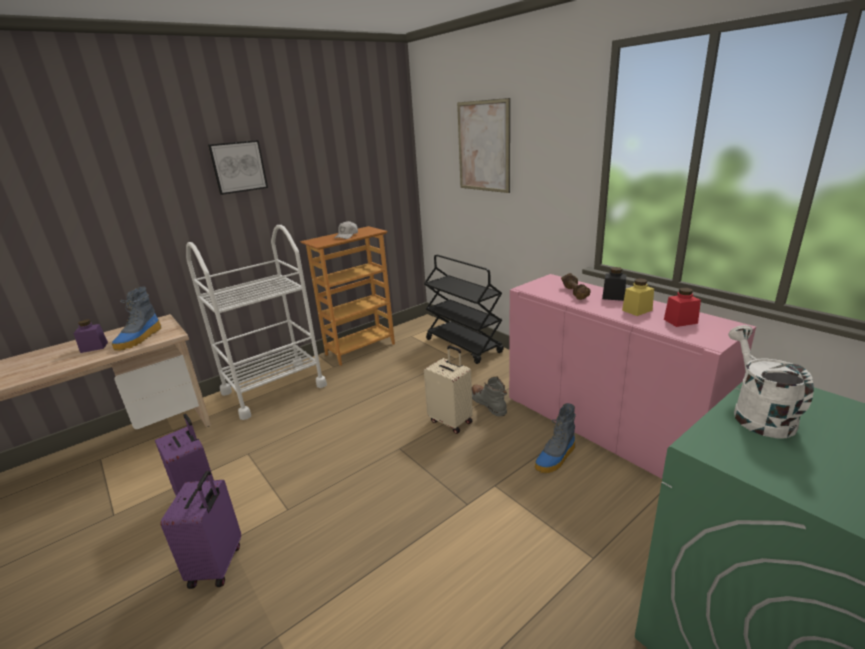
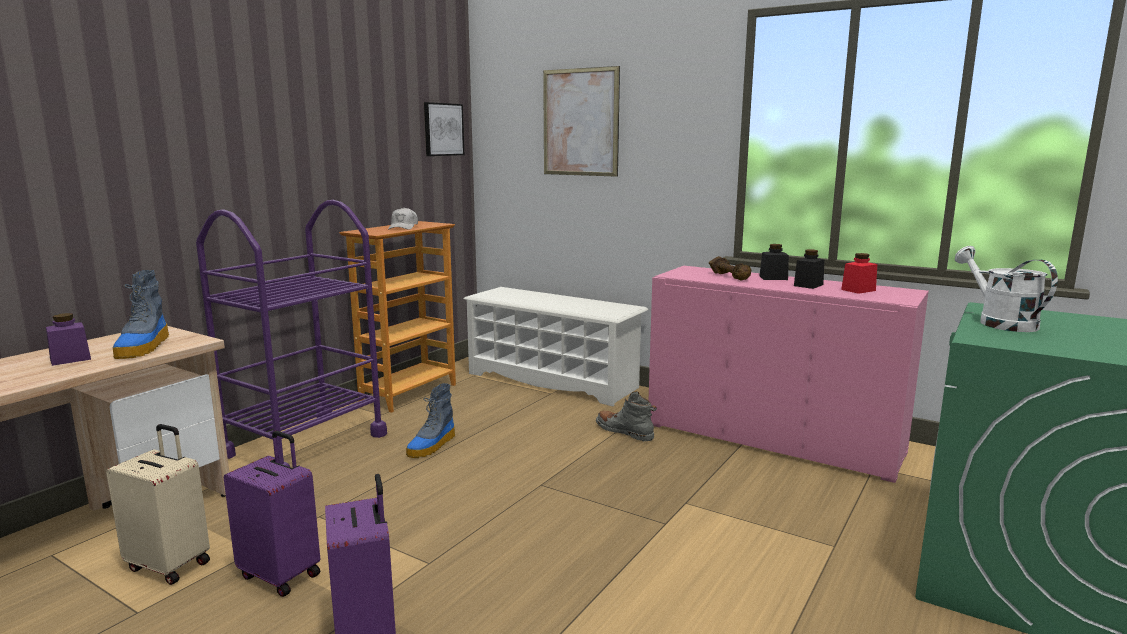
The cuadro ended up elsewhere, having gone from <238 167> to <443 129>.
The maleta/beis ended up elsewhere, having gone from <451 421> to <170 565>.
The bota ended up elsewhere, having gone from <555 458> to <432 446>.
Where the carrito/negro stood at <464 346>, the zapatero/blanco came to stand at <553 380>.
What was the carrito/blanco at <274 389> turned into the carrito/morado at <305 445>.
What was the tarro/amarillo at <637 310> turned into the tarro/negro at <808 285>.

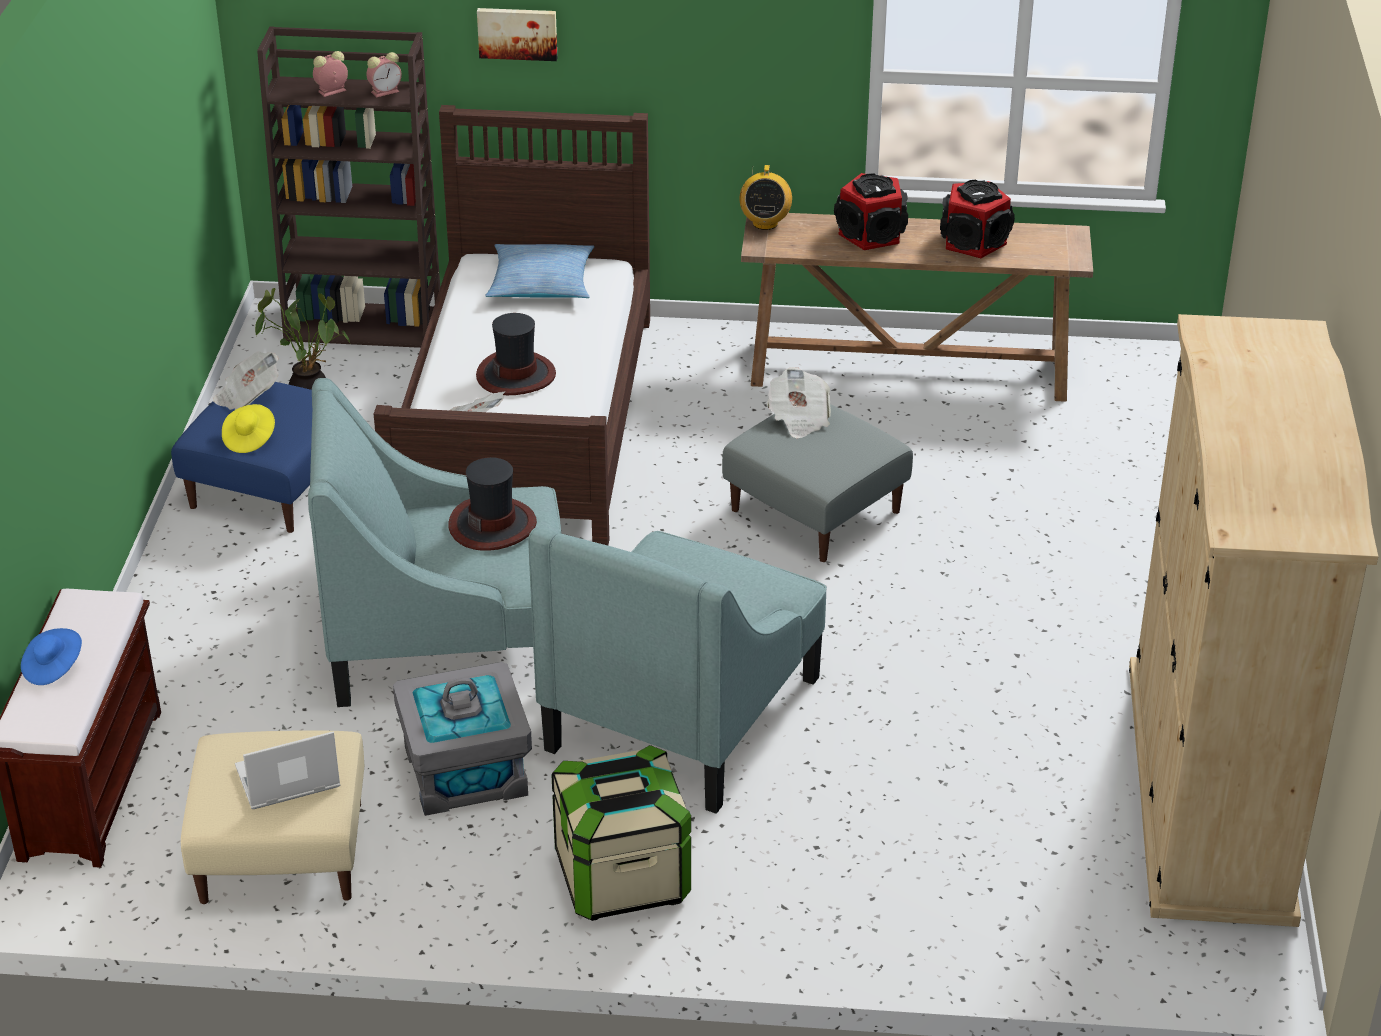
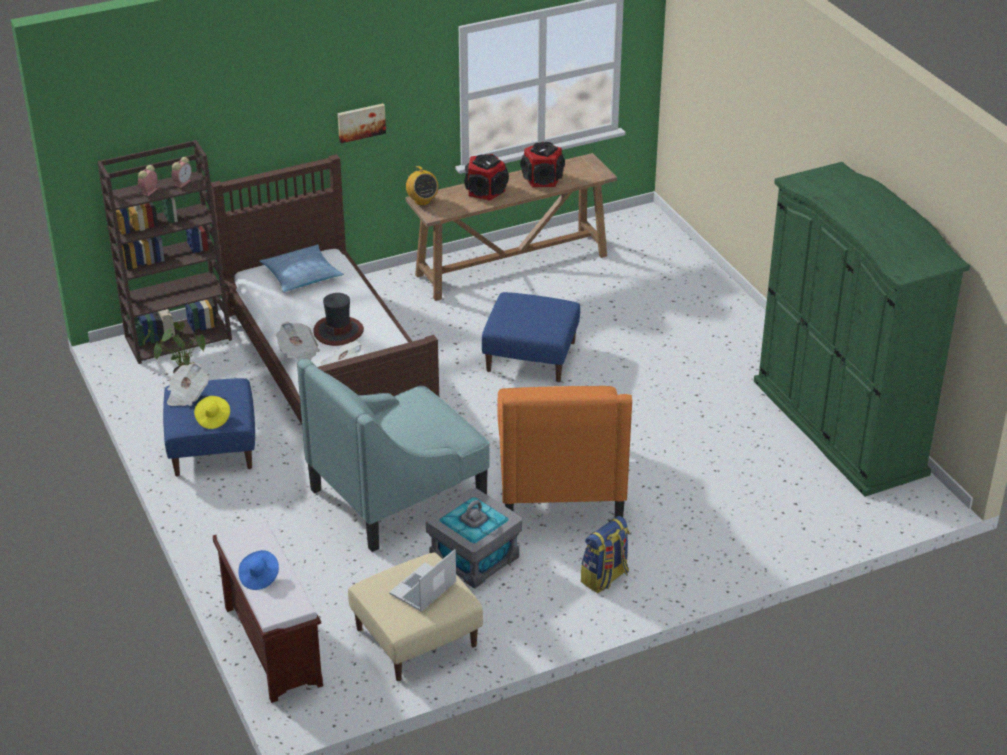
The second view lost the sombrero at <493 524>.
The cuadro ended up elsewhere, having gone from <517 33> to <361 122>.
The periódico ended up elsewhere, having gone from <799 418> to <298 352>.
Where the caja de almacenaje stood at <622 878>, the mochila came to stand at <605 578>.
What was the sillón/turquesa at <684 712> turned into the sillón/naranja at <559 484>.
What was the puf/gris at <816 511> turned into the puf/azul at <531 356>.
What was the armario ropero/beis at <1209 789> turned into the armario ropero/verde at <839 426>.

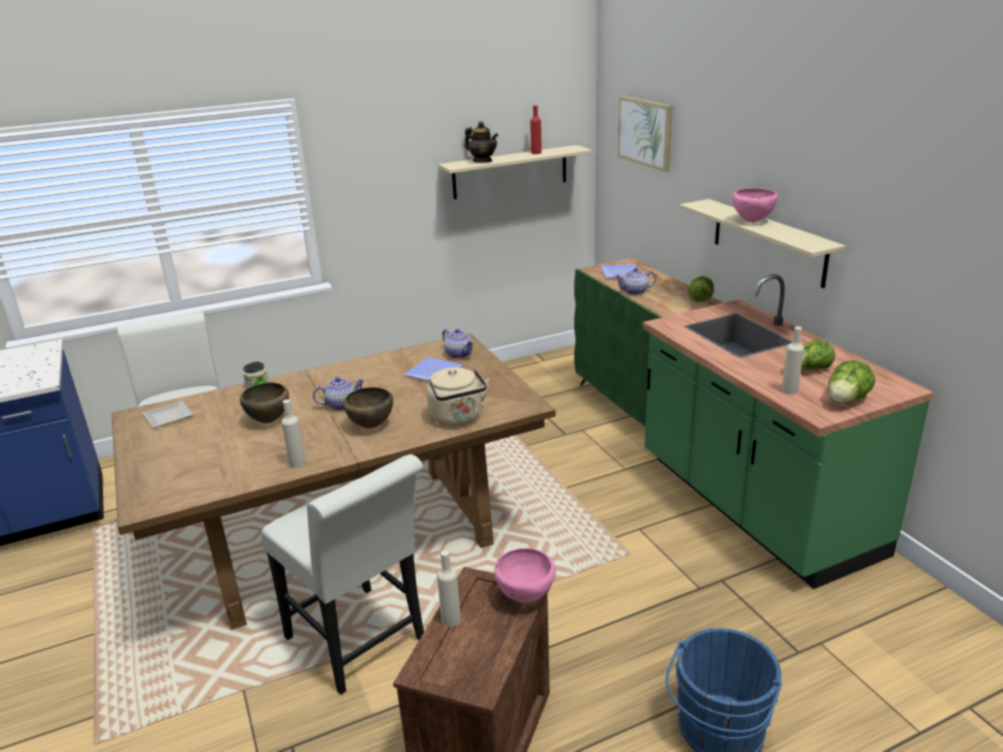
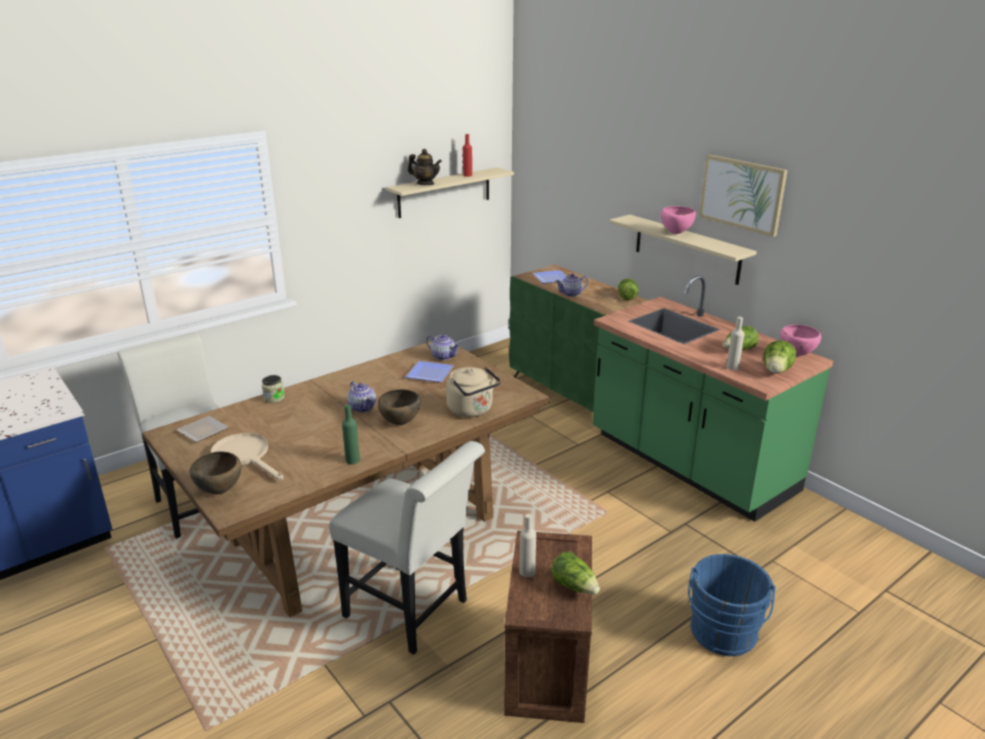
The second view gained the sartén/beis at <245 456>.
The second view gained the lechuga at <574 586>.
The cuenco/marrón ended up elsewhere, having gone from <269 420> to <220 491>.
The cuenco/rosa ended up elsewhere, having gone from <524 597> to <796 355>.
The cuadro ended up elsewhere, having gone from <645 132> to <742 194>.
What was the botella/beis at <297 463> turned into the botella/verde at <352 460>.
The tetera at <341 405> ended up facing another way, 90 degrees clockwise from before.

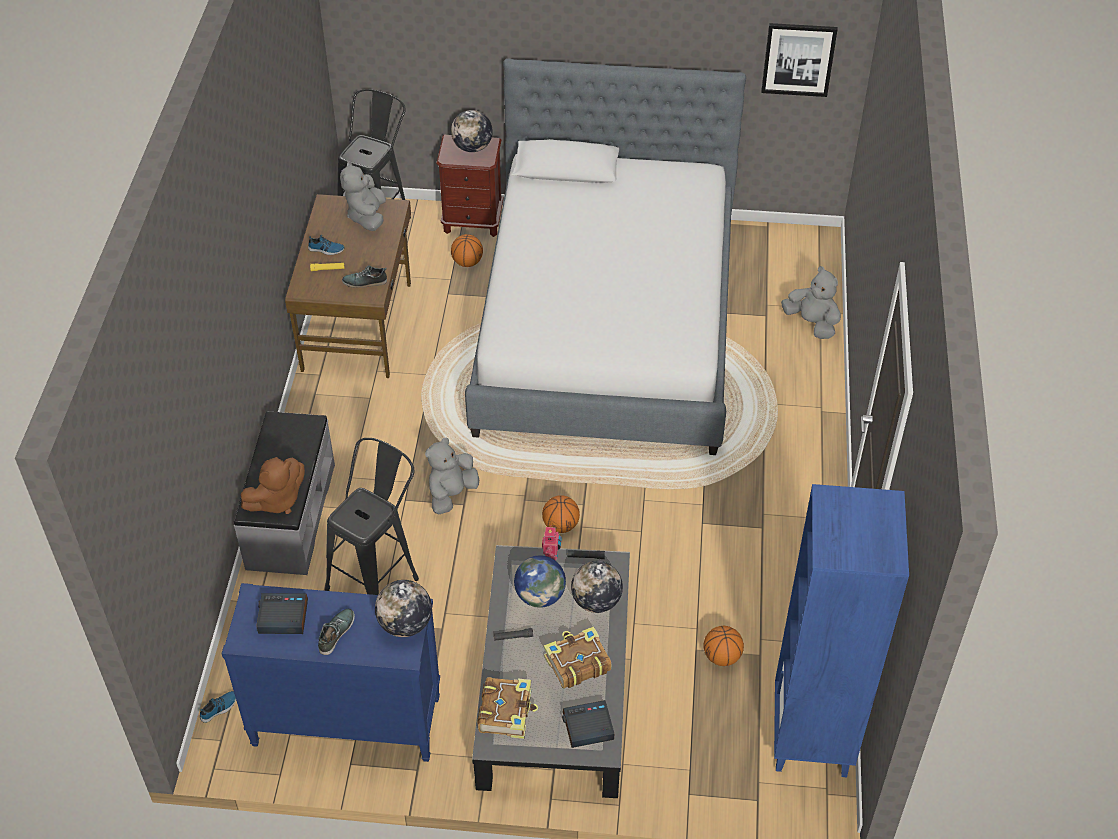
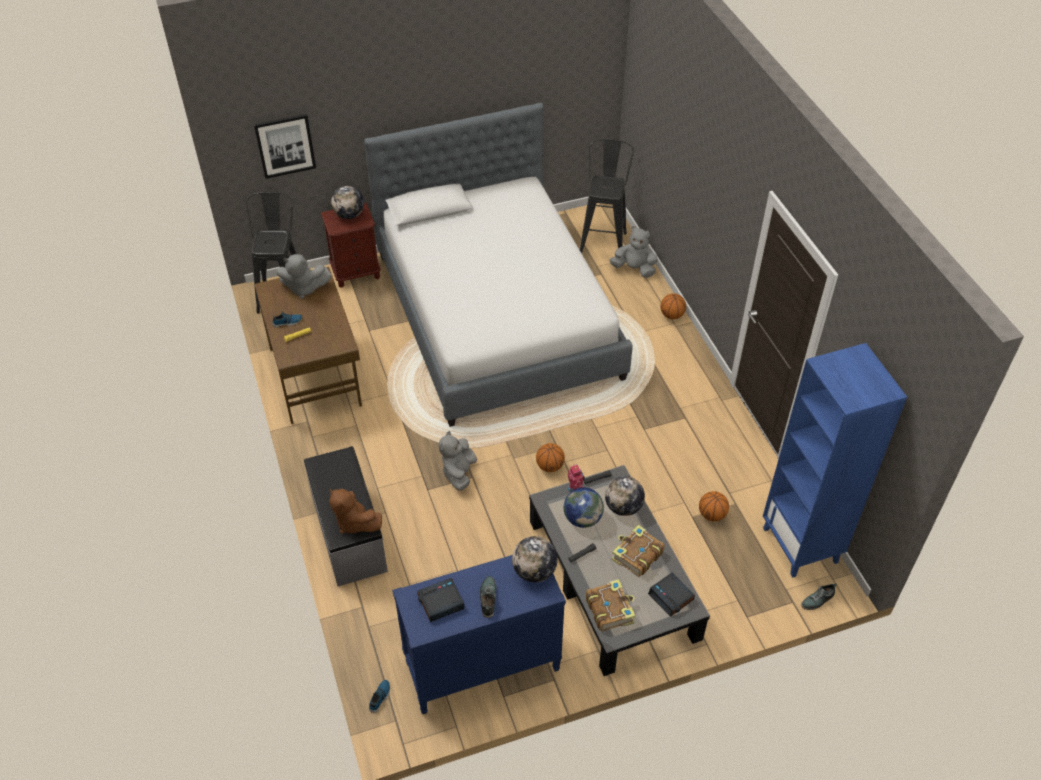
The taburete/negro ended up elsewhere, having gone from <378 578> to <604 239>.
The zapato ended up elsewhere, having gone from <365 282> to <818 600>.
The balón de baloncesto ended up elsewhere, having gone from <467 262> to <672 315>.
The cuadro ended up elsewhere, having gone from <798 59> to <285 145>.
The peluche/marrón at <277 500> ended up facing another way, 105 degrees clockwise from before.
The peluche/gris at <367 216> ended up facing another way, 60 degrees counterclockwise from before.
The despertador at <587 727> ended up facing another way, 90 degrees counterclockwise from before.

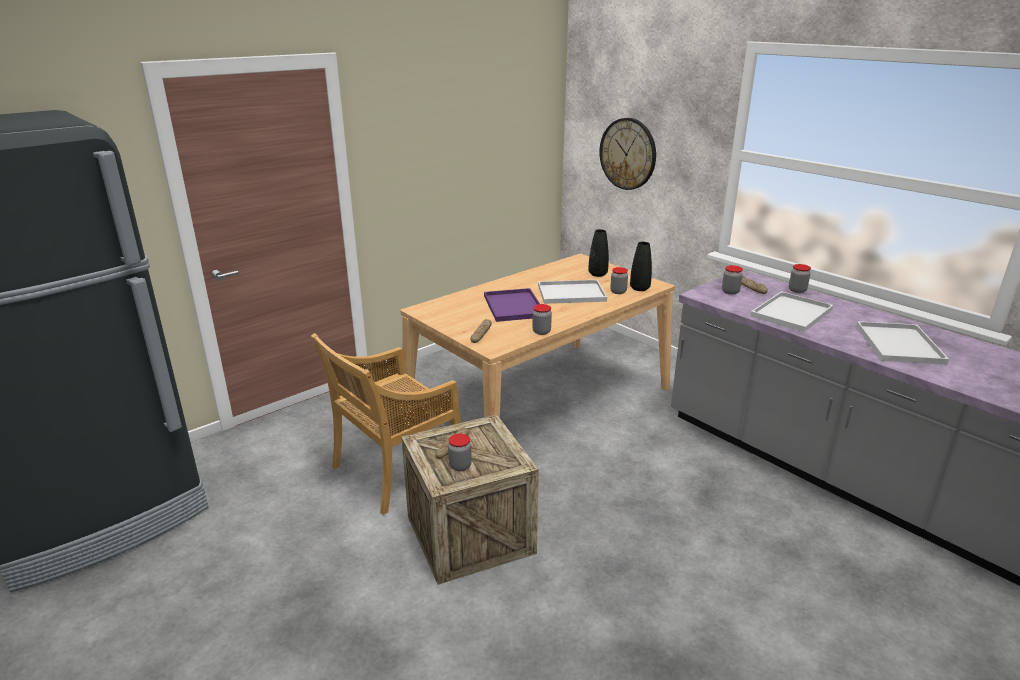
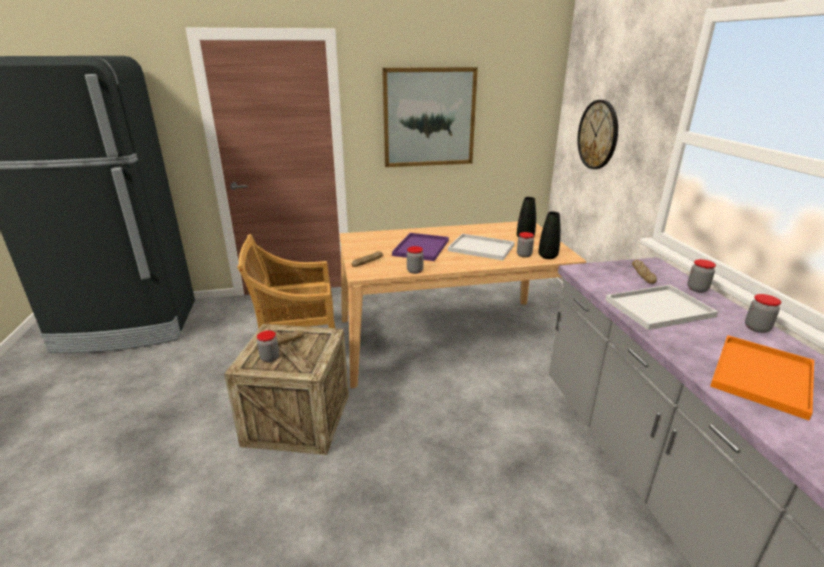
The second view gained the cuadro at <429 118>.
The tarro ended up elsewhere, having gone from <730 292> to <757 328>.
What was the bandeja/blanco at <900 345> turned into the bandeja/naranja at <763 377>.

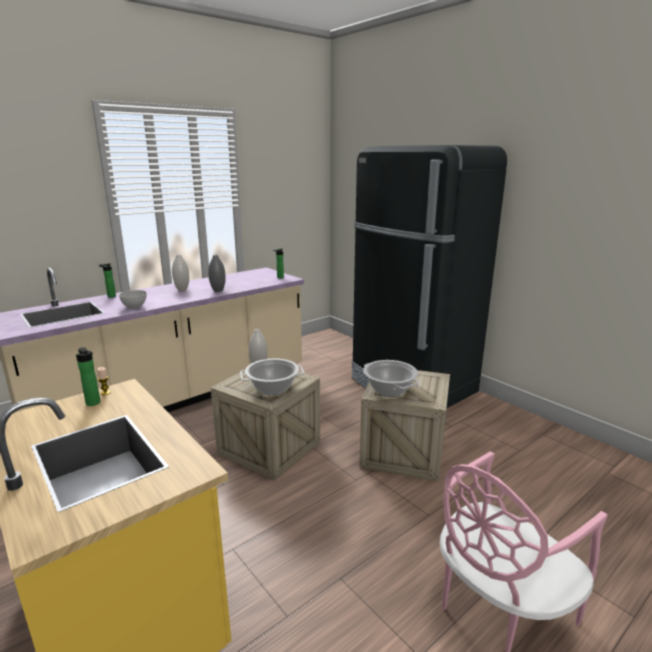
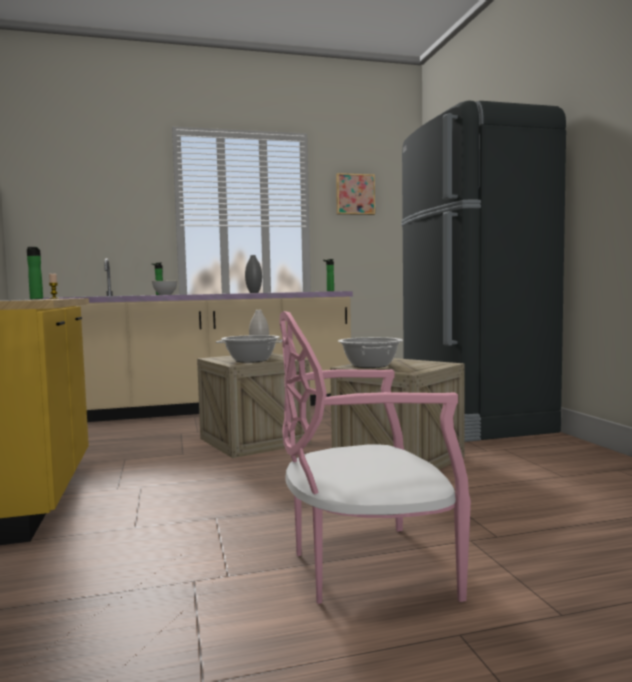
The second view lost the florero/blanco at <182 290>.
The second view gained the cuadro at <354 194>.

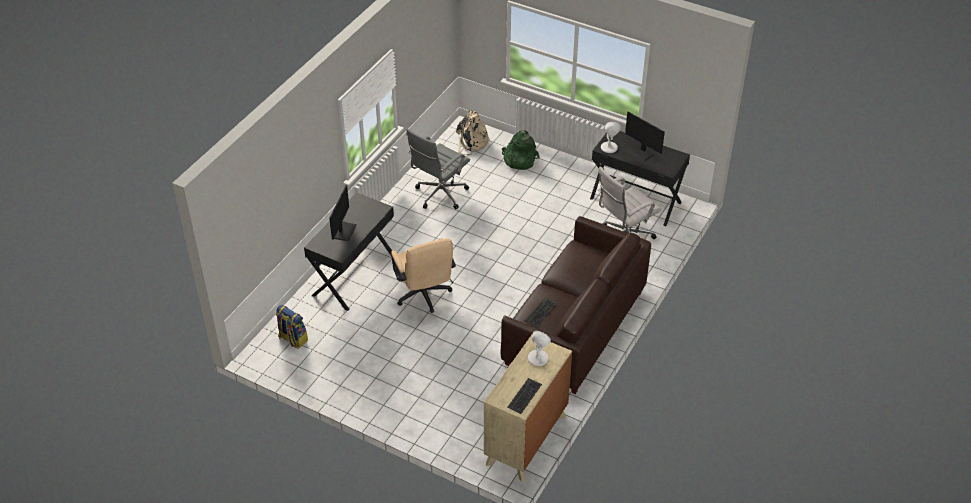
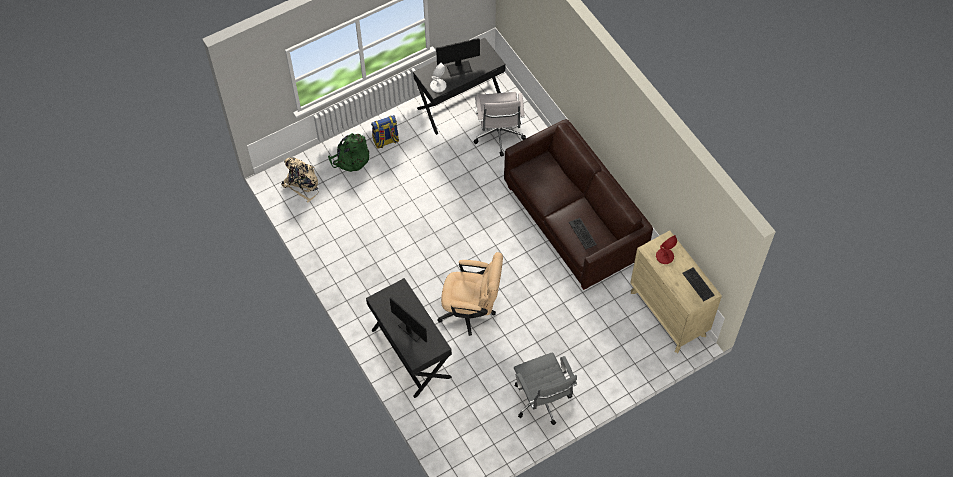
The mochila ended up elsewhere, having gone from <292 339> to <386 141>.
The silla de oficina/gris ended up elsewhere, having gone from <439 195> to <542 402>.
What was the lámpara de mesa/blanco at <537 358> turned into the lámpara de mesa/rojo at <664 256>.

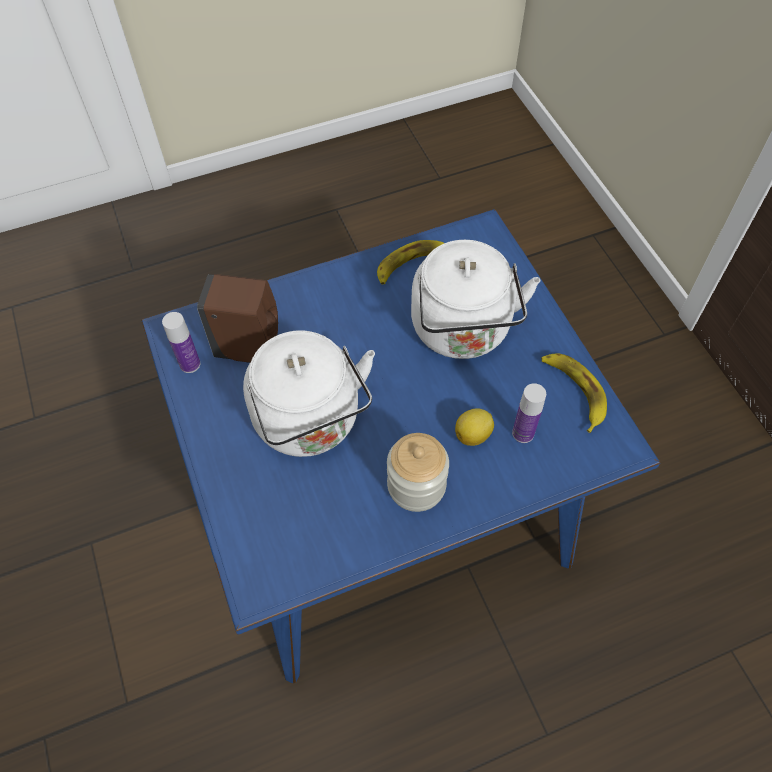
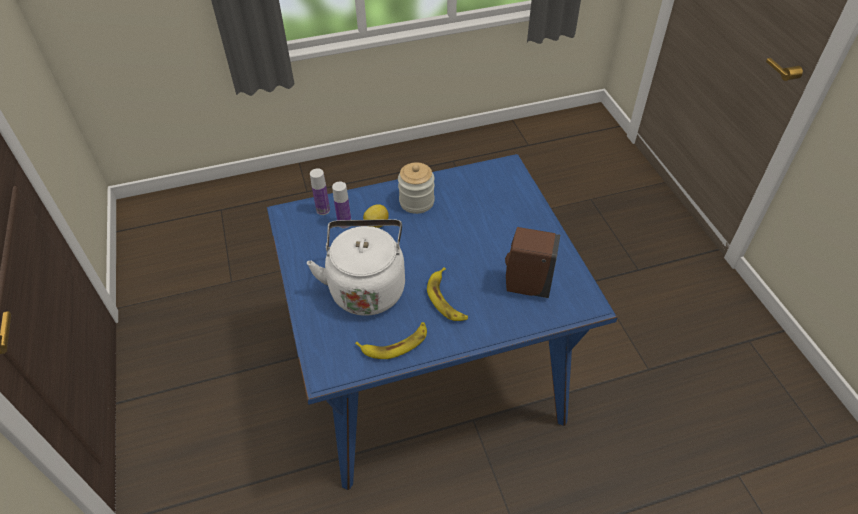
The second view lost the hervidor/blanco at <311 423>.
The botella ended up elsewhere, having gone from <190 364> to <323 210>.
The plátano ended up elsewhere, having gone from <574 391> to <446 299>.

